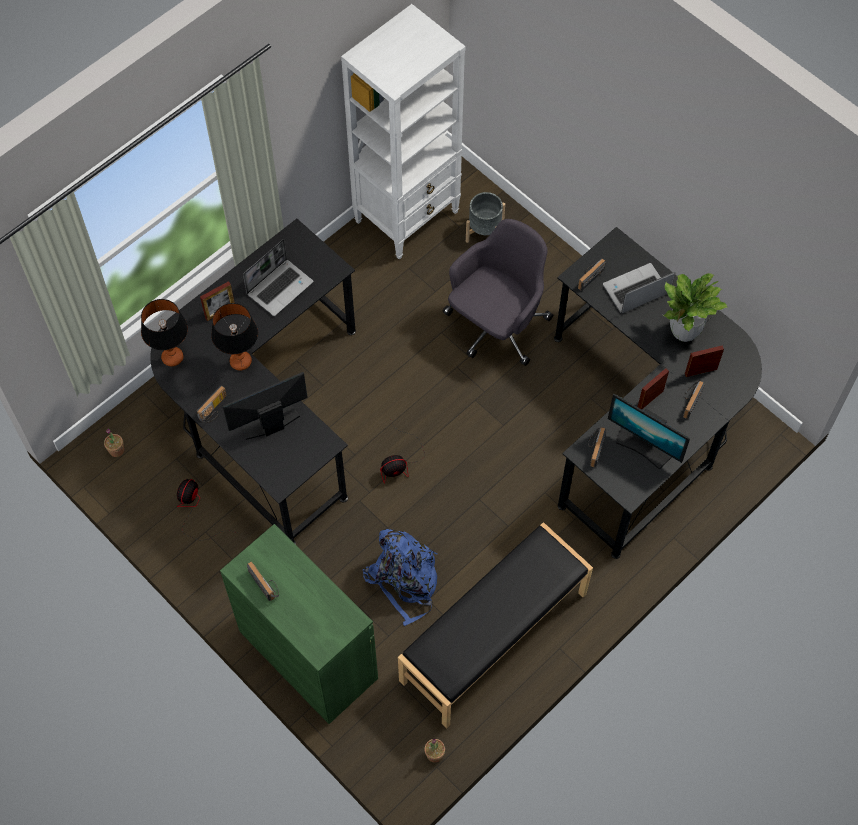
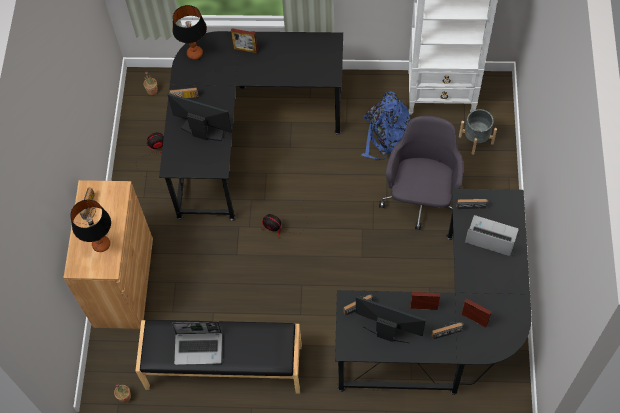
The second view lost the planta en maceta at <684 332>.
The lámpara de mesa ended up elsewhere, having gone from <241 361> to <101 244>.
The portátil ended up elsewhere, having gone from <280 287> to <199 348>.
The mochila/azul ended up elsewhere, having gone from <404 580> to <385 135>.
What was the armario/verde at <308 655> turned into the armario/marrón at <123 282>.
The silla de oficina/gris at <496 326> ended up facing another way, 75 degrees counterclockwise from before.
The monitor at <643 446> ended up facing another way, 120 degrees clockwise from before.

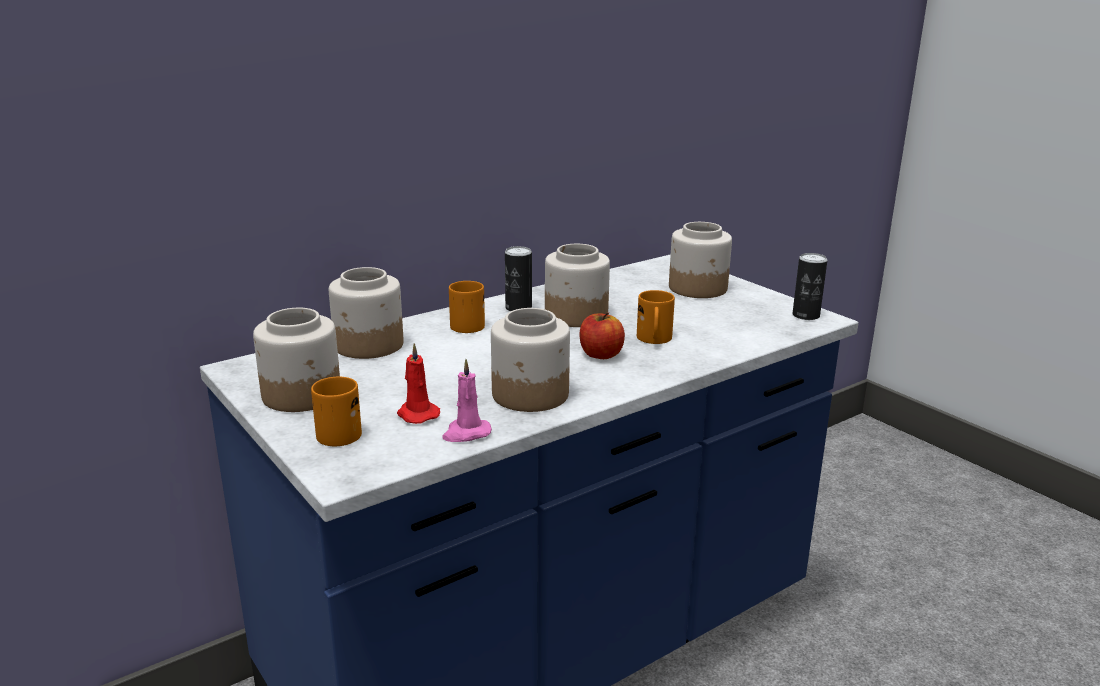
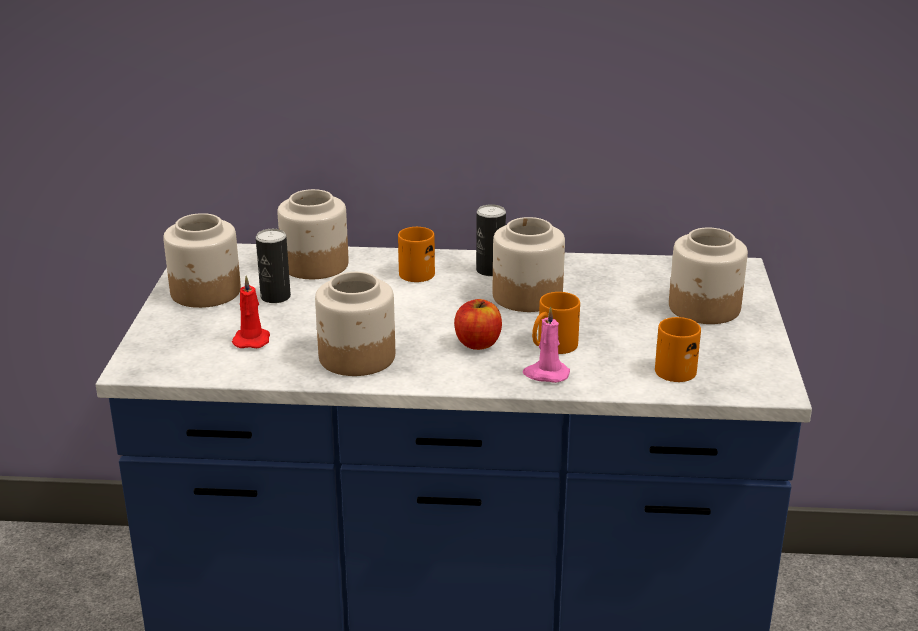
The taza grande/naranja ended up elsewhere, having gone from <338 430> to <678 367>.
The vela/rosa ended up elsewhere, having gone from <466 433> to <545 374>.
The lata ended up elsewhere, having gone from <806 315> to <275 297>.

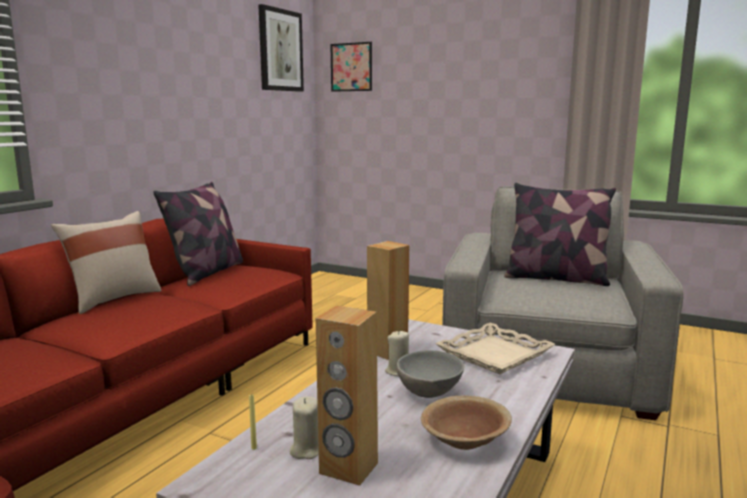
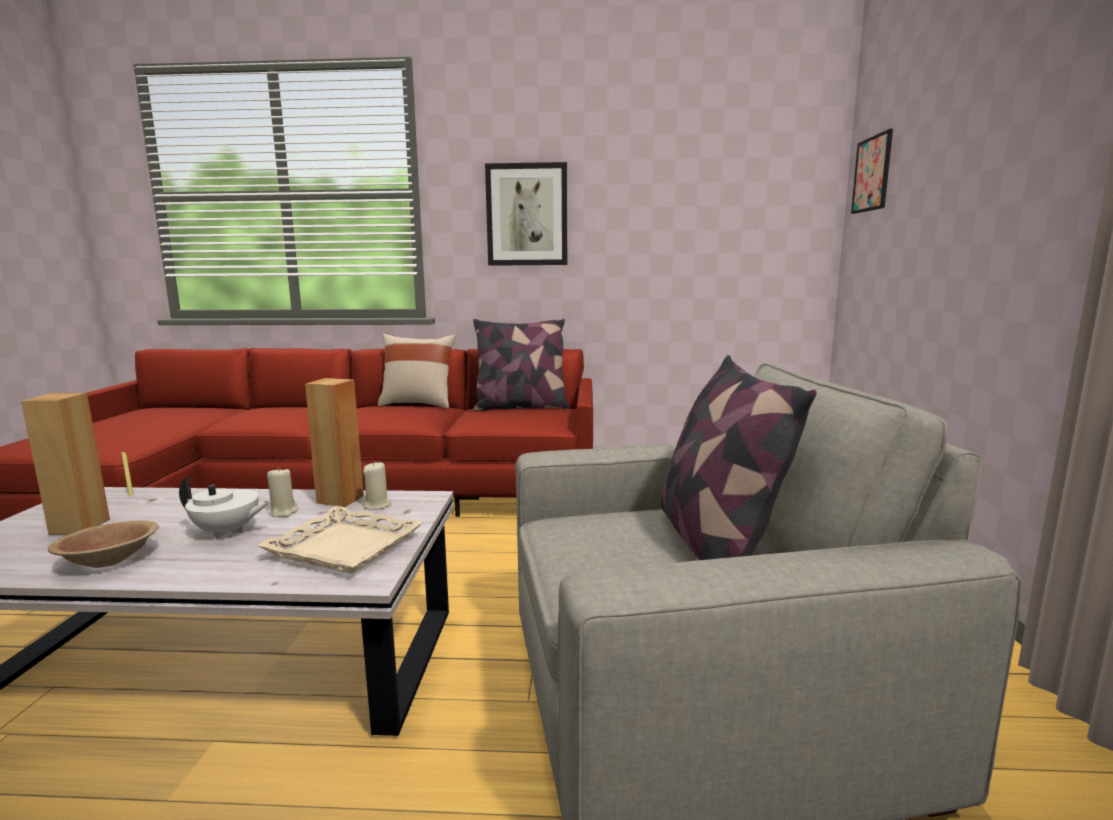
The cuadro ended up elsewhere, having gone from <280 50> to <527 215>.
The vela/beis ended up elsewhere, having gone from <306 450> to <377 505>.
Where the cuenco/gris stood at <430 393>, the tetera/blanco came to stand at <227 532>.

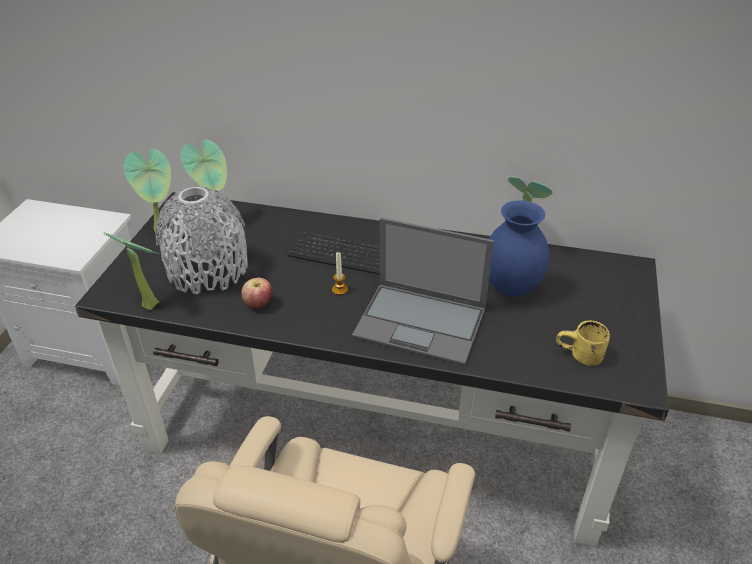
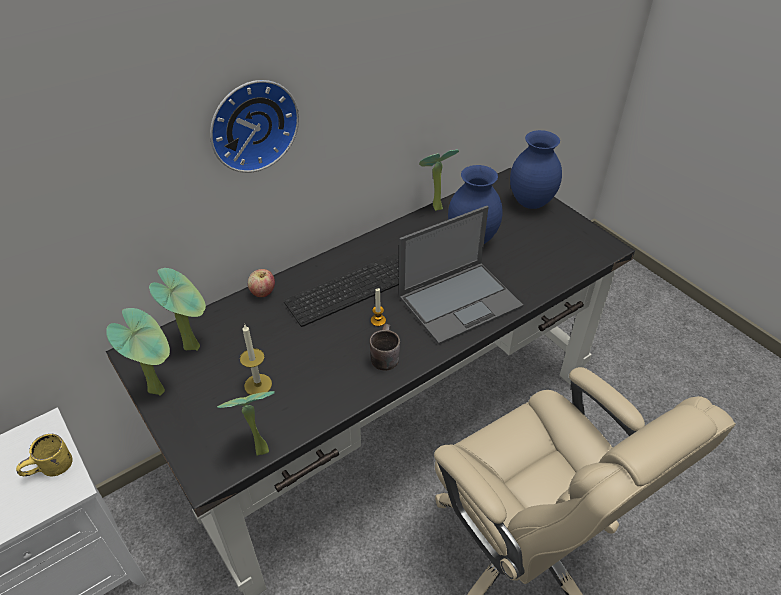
The second view gained the reloj de pared at <252 124>.
The second view gained the taza grande/marrón at <382 355>.
The second view gained the florero/azul at <531 203>.
The manzana ended up elsewhere, having gone from <258 304> to <263 293>.
The taza grande/amarillo ended up elsewhere, having gone from <580 357> to <51 470>.
Where the florero/gris stood at <208 269>, the vela came to stand at <258 385>.

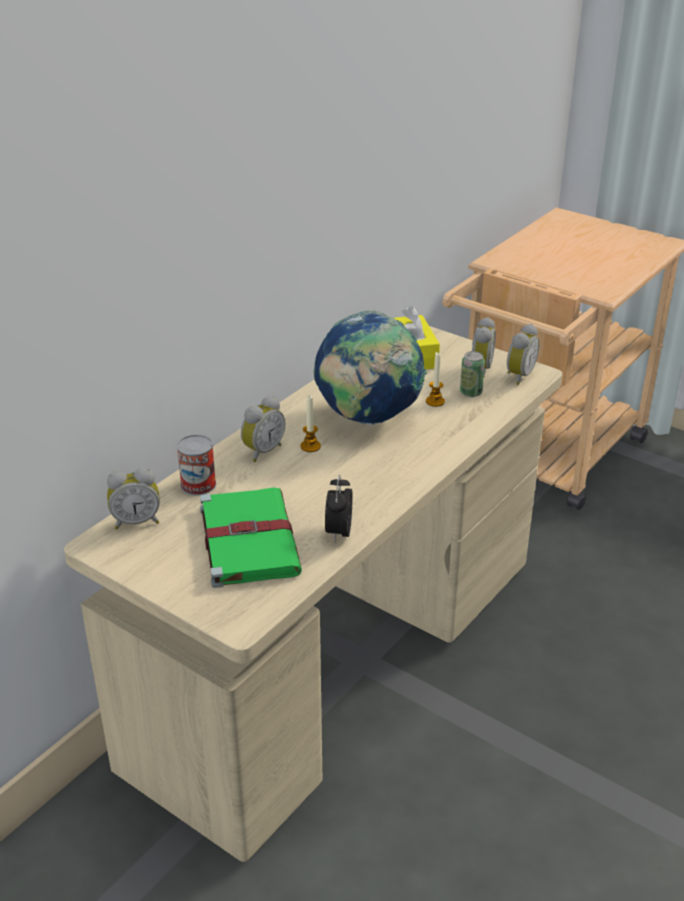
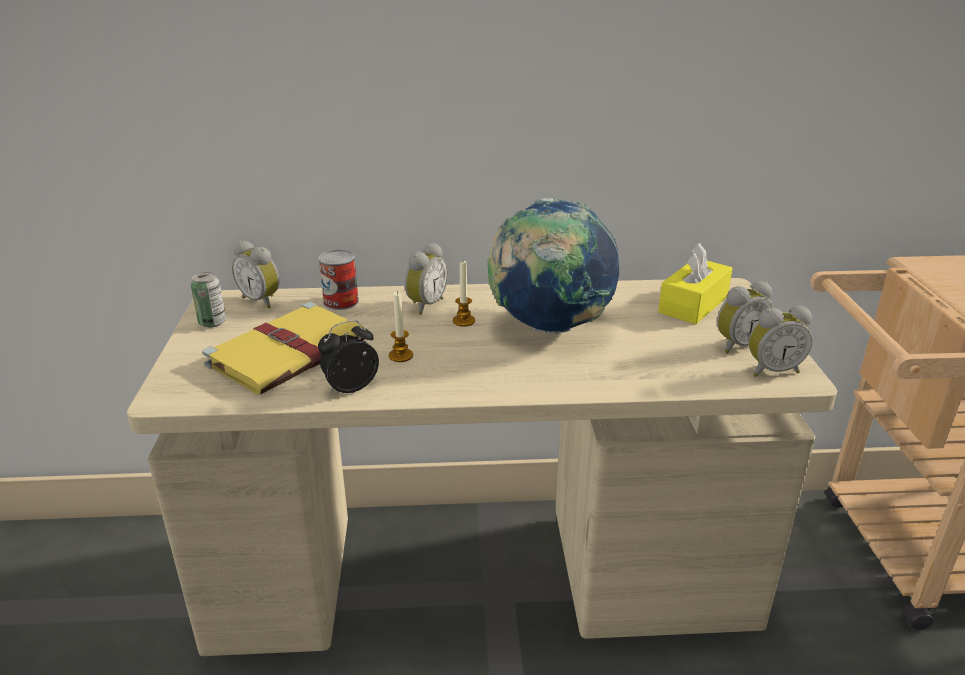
The vela ended up elsewhere, having gone from <435 401> to <401 356>.
The lata ended up elsewhere, having gone from <470 392> to <212 323>.
What was the libro/verde at <248 538> turned into the libro/amarillo at <290 351>.
The despertador at <262 451> ended up facing another way, 60 degrees counterclockwise from before.

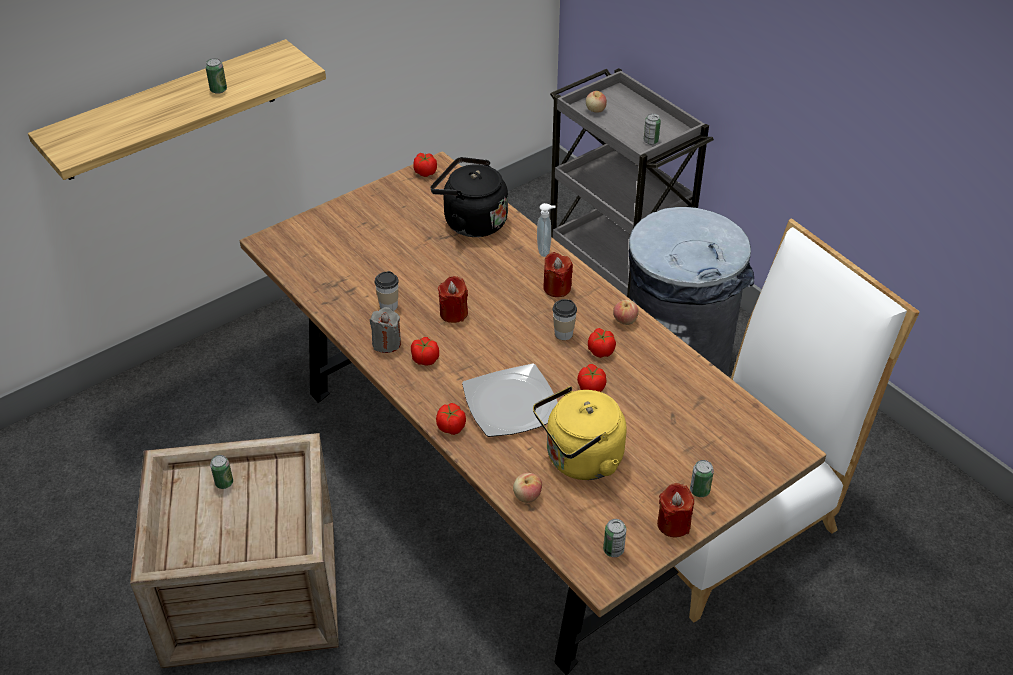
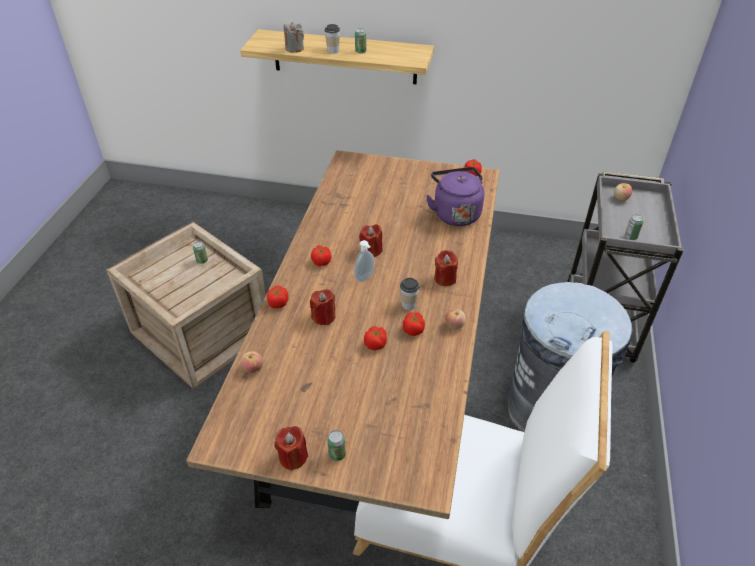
The second view lost the hervidor/amarillo at <580 460>.
The second view lost the lata at <613 550>.
The vela/gris ended up elsewhere, having gone from <386 343> to <294 48>.
The taza ended up elsewhere, having gone from <388 306> to <333 51>.
The dispensador de jabón ended up elsewhere, having gone from <545 250> to <365 278>.
Where the plato stood at <512 403>, the vela/rojo came to stand at <324 317>.
What was the hervidor/negro at <471 222> turned into the hervidor/morado at <455 213>.

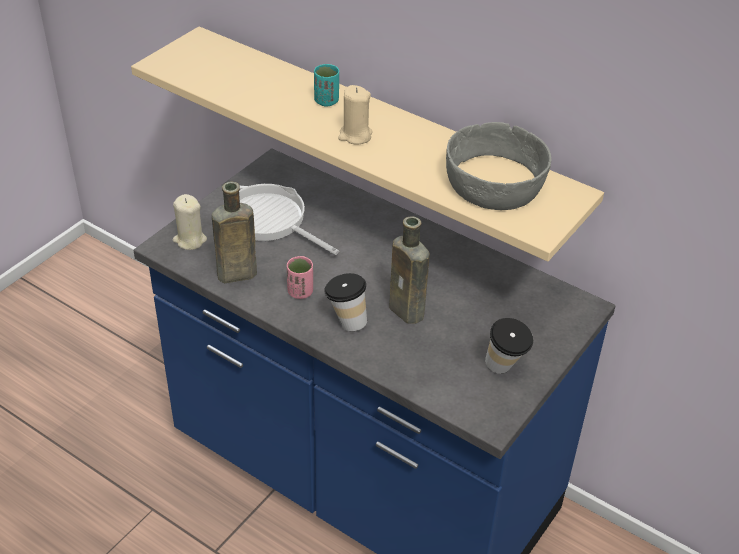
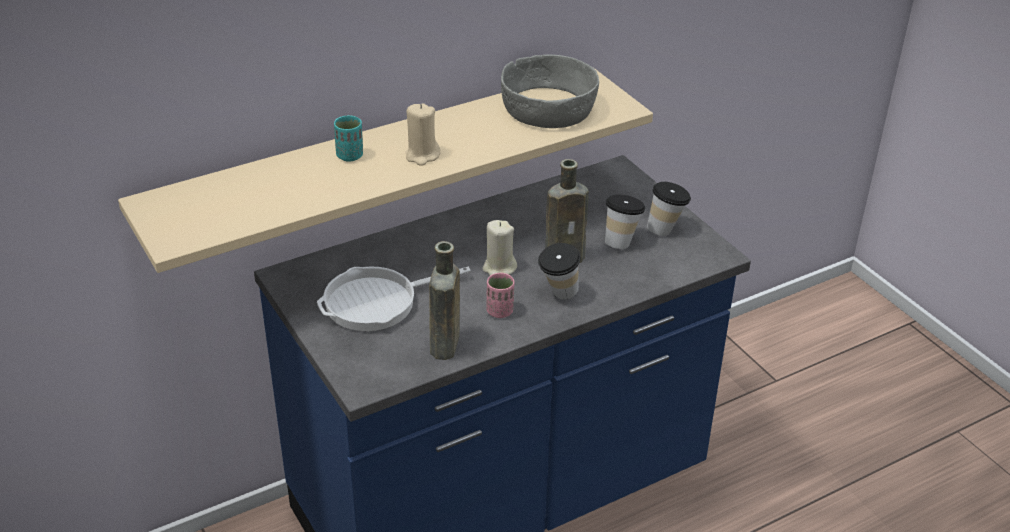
The second view gained the taza at <621 241>.
The vela/beis ended up elsewhere, having gone from <190 240> to <499 268>.

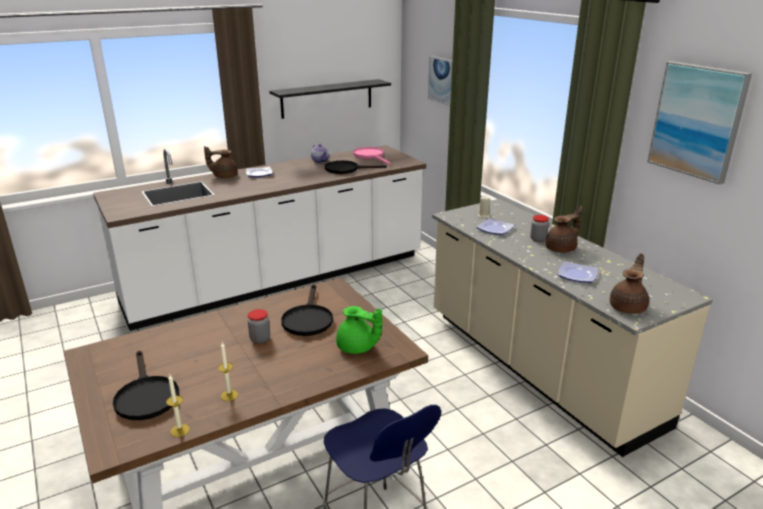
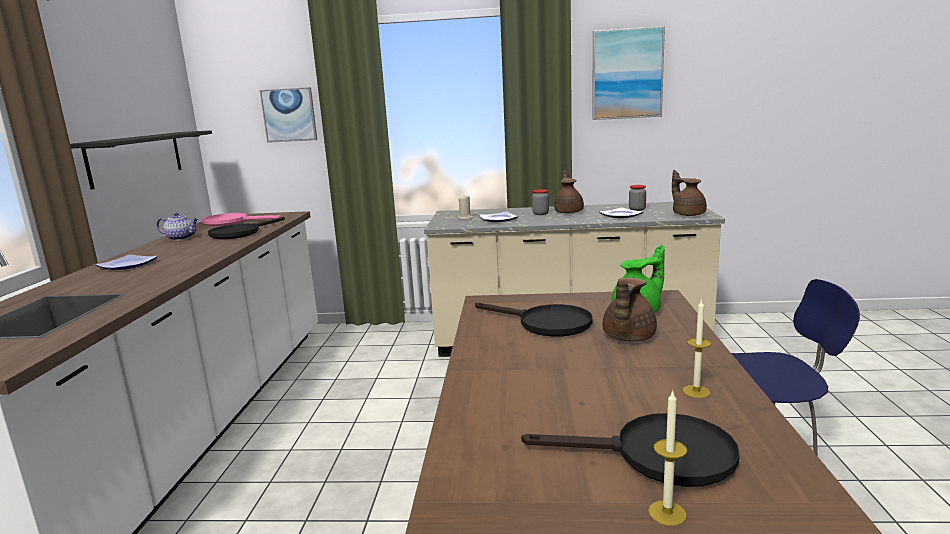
The vela ended up elsewhere, having gone from <180 430> to <667 513>.
The tetera/marrón ended up elsewhere, having gone from <224 176> to <627 337>.
The tarro ended up elsewhere, having gone from <260 339> to <637 209>.

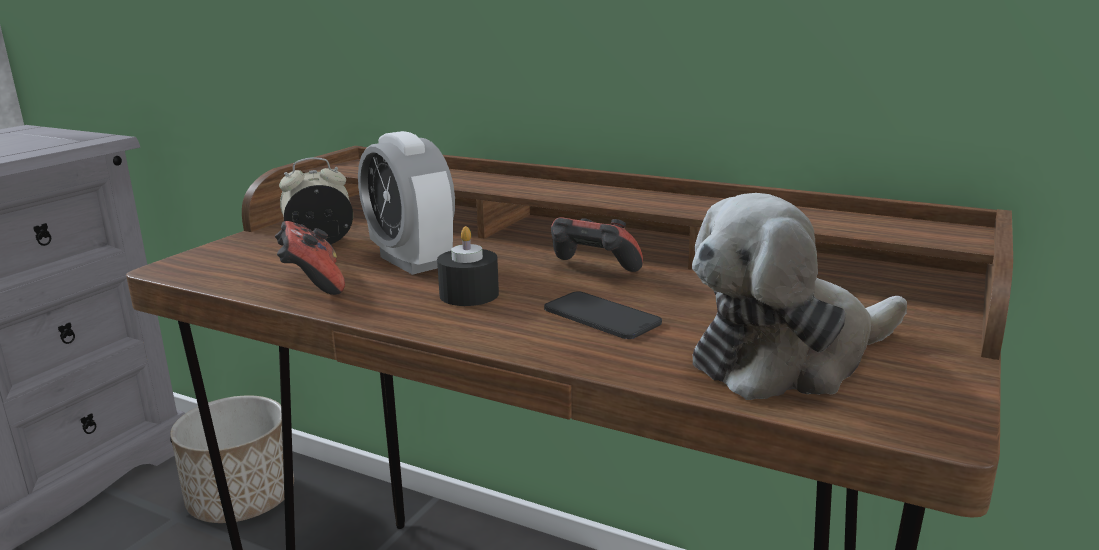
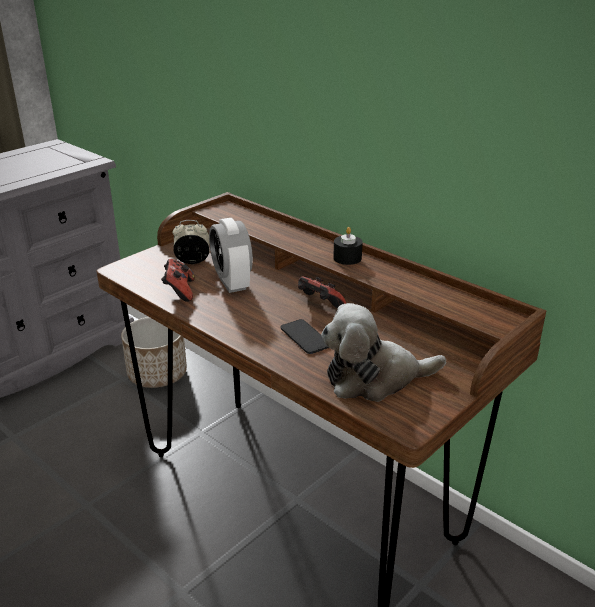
The vela/negro ended up elsewhere, having gone from <469 294> to <347 258>.

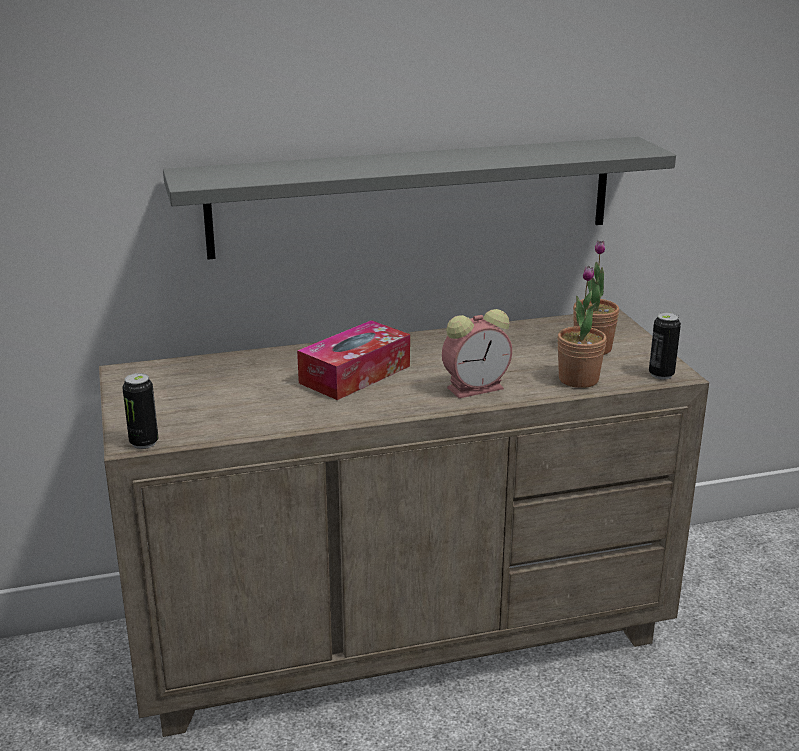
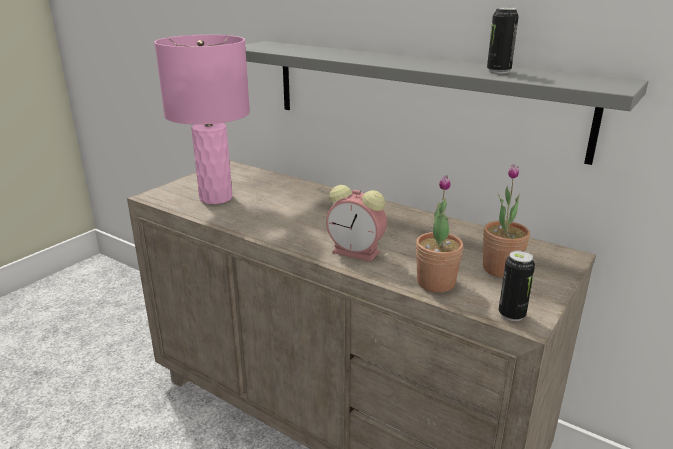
The second view lost the caja de pañuelos at <355 374>.
The second view gained the lámpara de mesa/rosa at <216 198>.
The lata ended up elsewhere, having gone from <144 443> to <498 71>.

